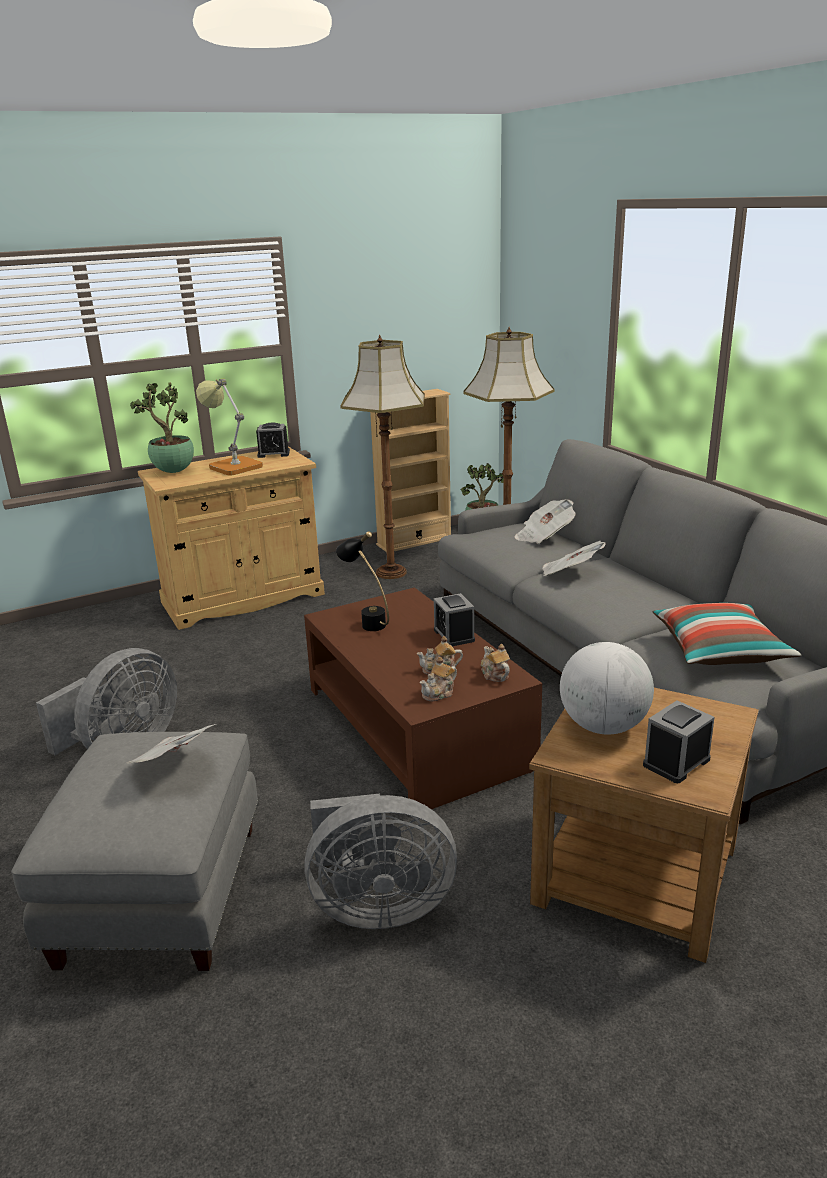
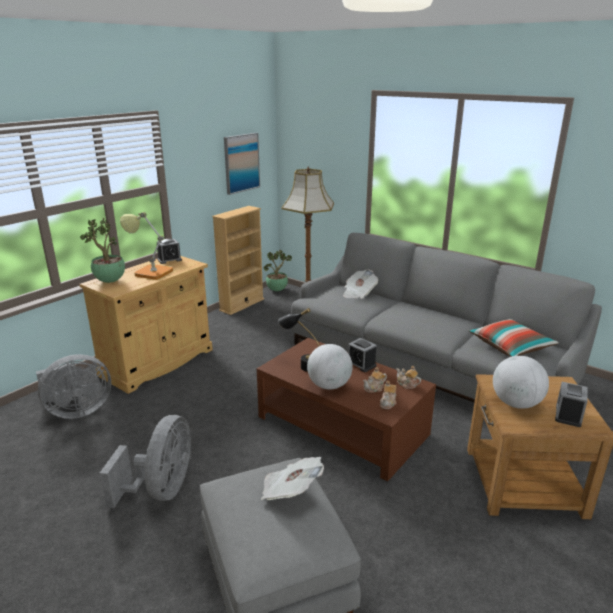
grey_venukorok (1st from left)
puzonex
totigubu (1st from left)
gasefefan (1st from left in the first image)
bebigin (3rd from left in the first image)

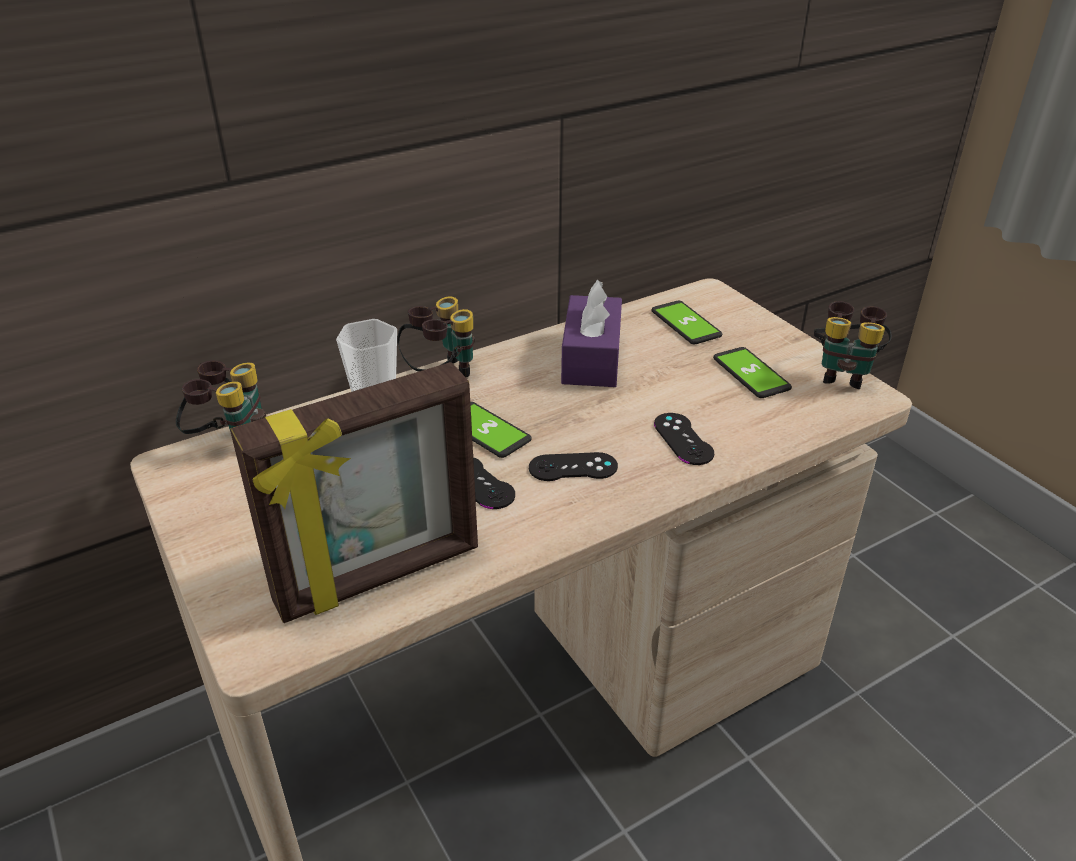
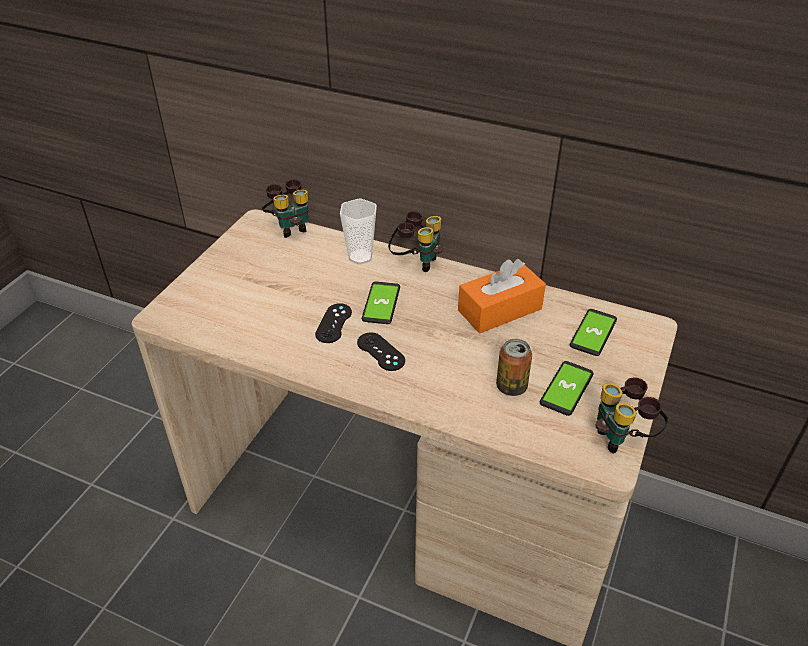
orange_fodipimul
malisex
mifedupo
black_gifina (3rd from left in the first image)

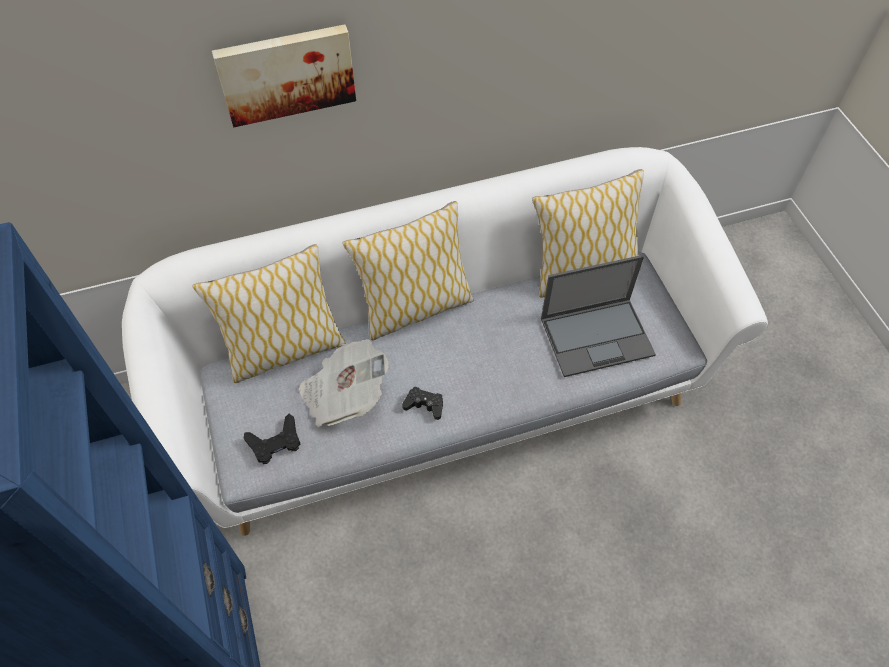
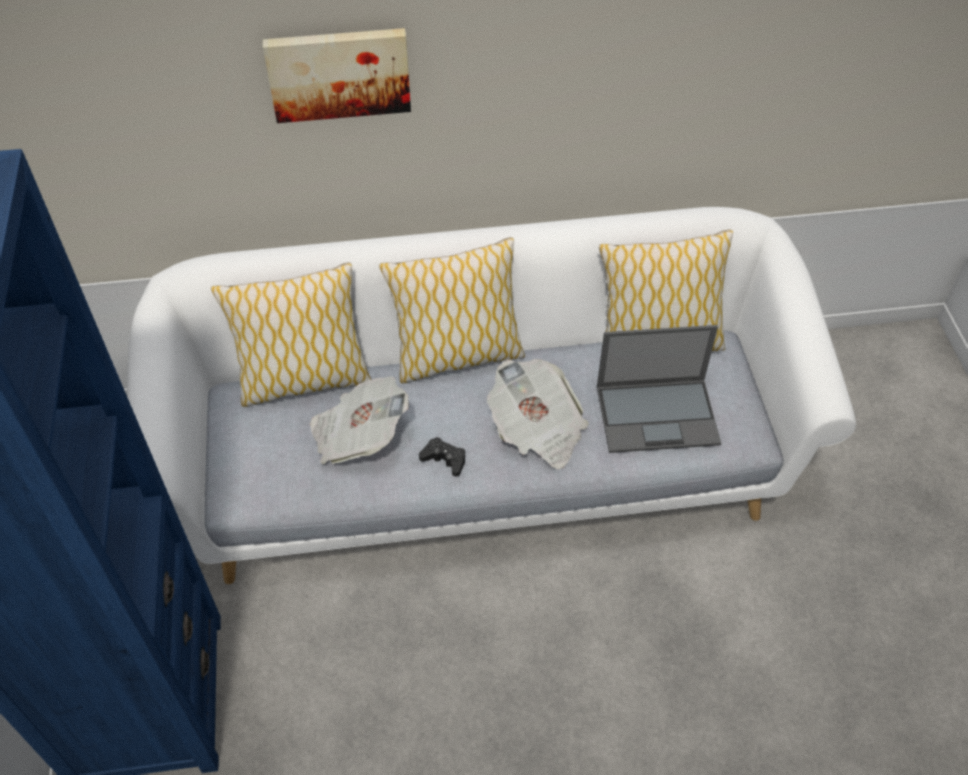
bebigin (2nd from left)
black_gifina (1st from left in the first image)

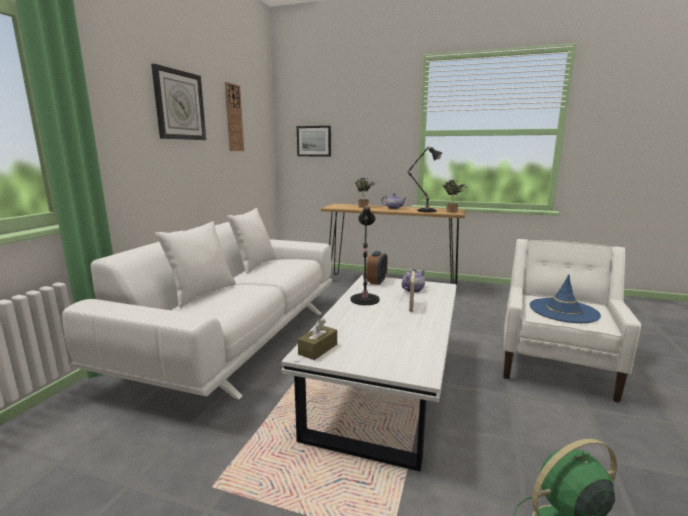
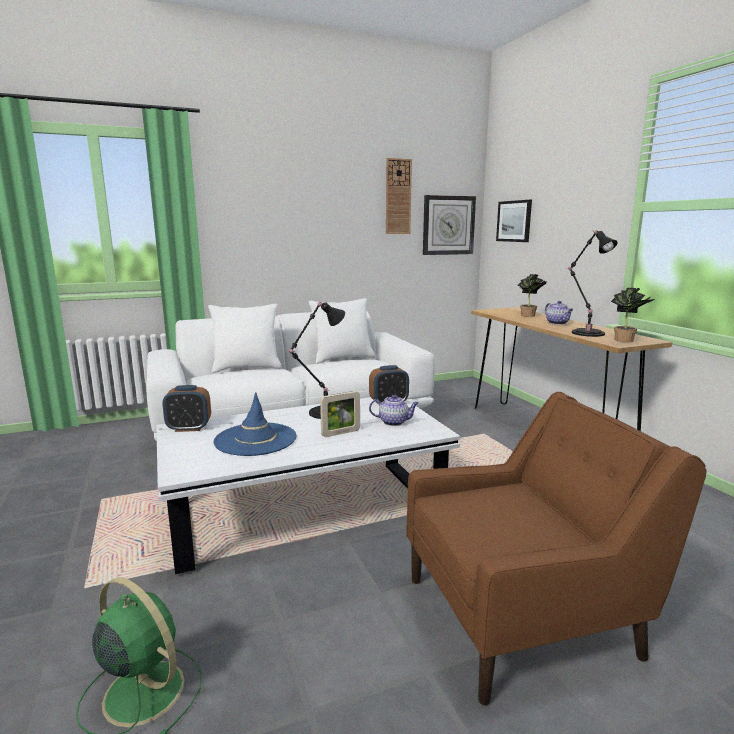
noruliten (1st from left)
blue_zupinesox
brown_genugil
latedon (2nd from left)

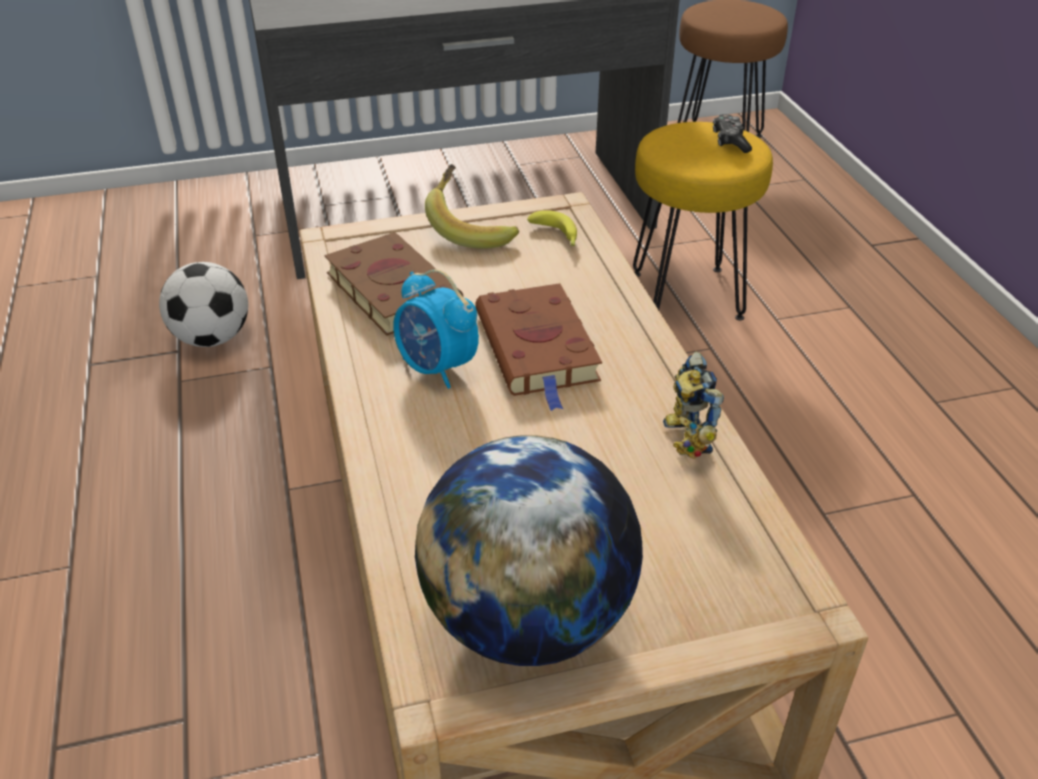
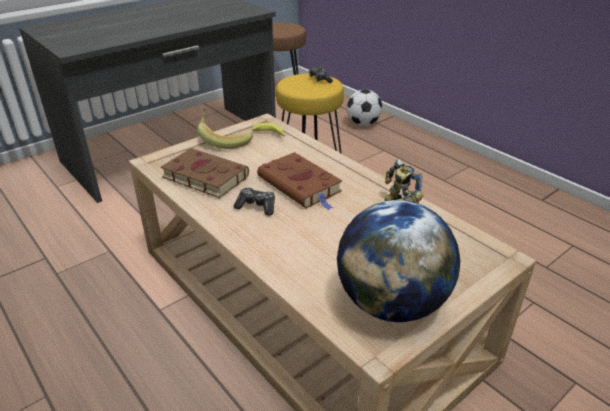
gifina (1st from left)
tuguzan

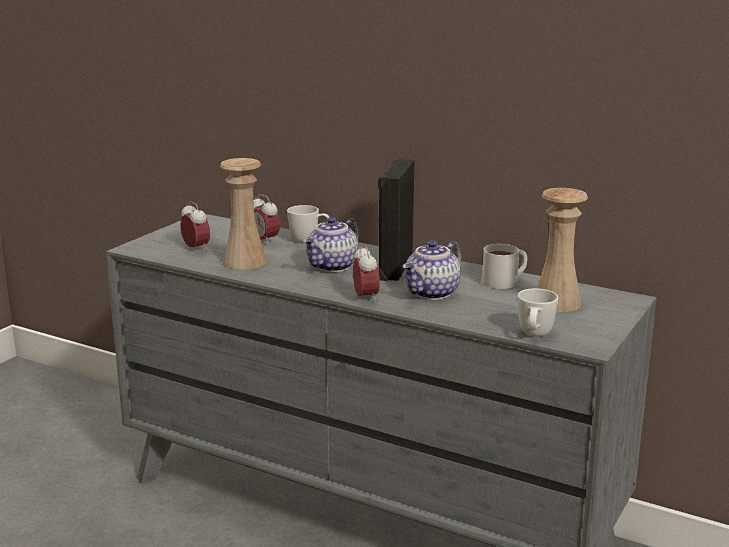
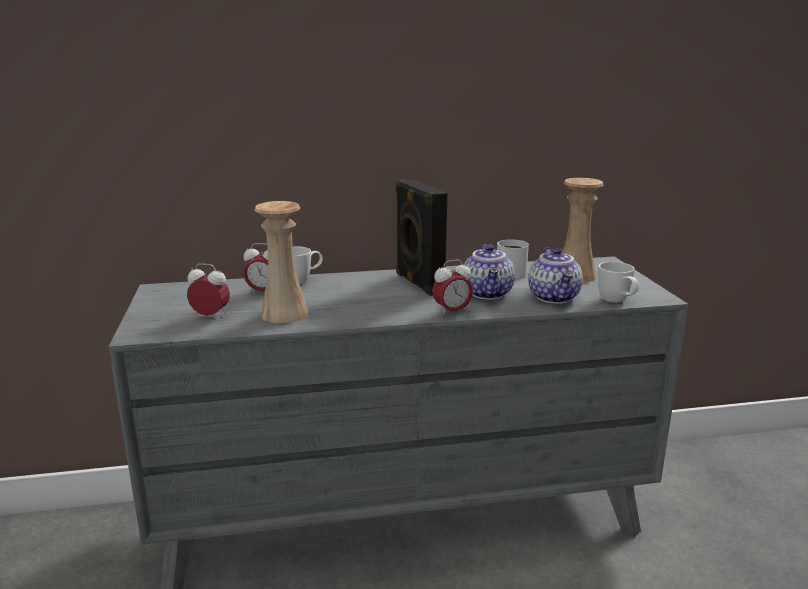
noruliten (3rd from left)
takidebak (2nd from left)

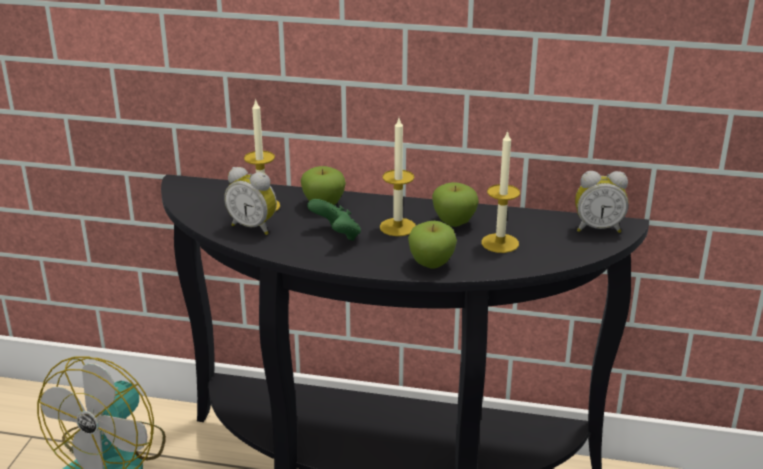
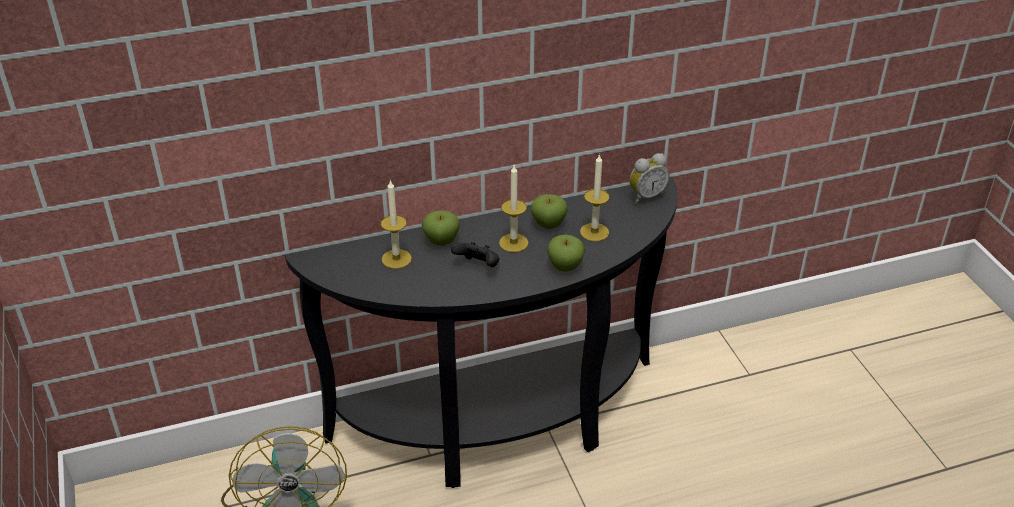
black_gifina
noruliten (1st from left in the first image)

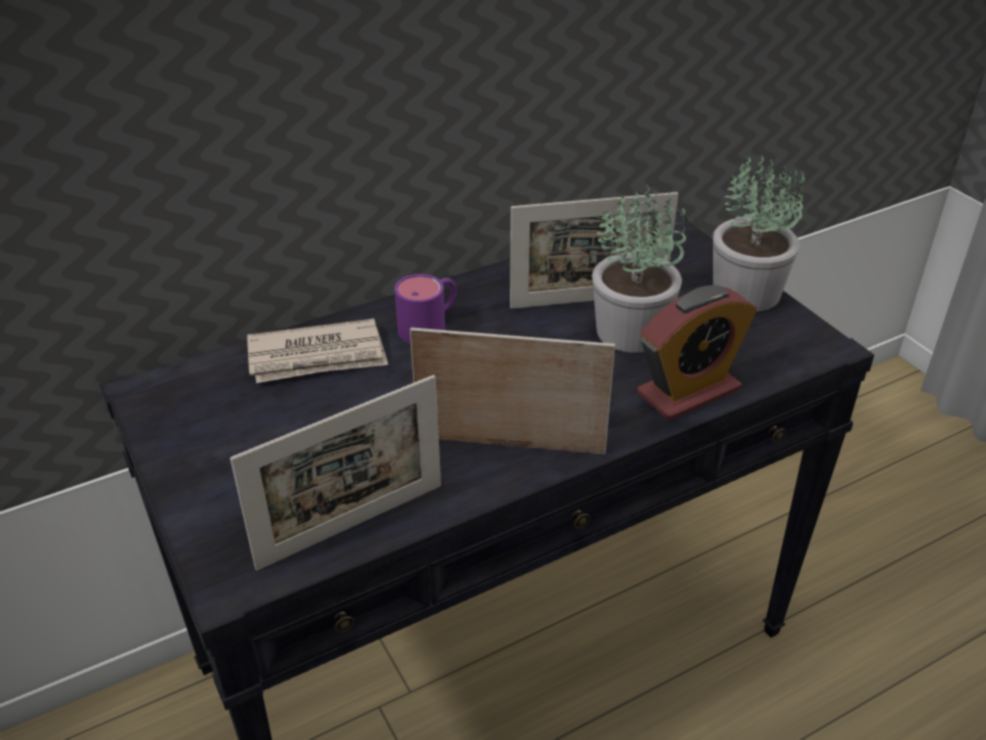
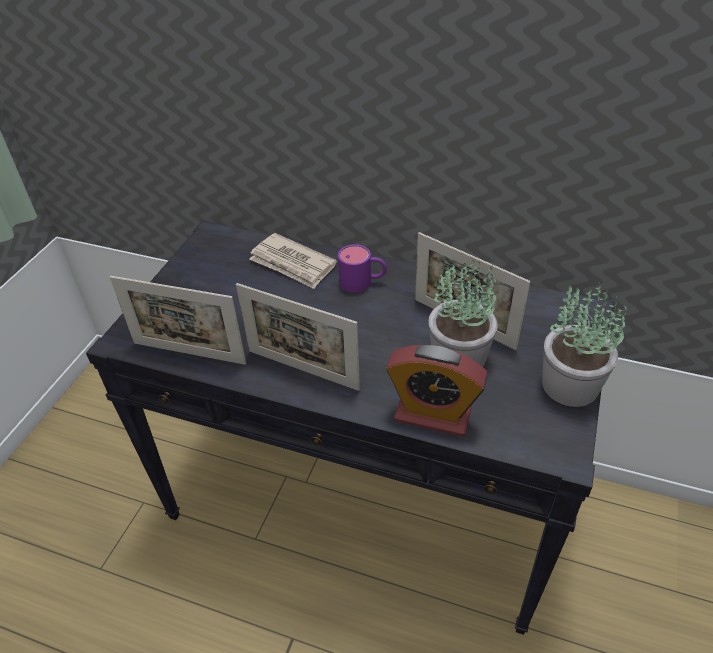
mifedupo (2nd from left)

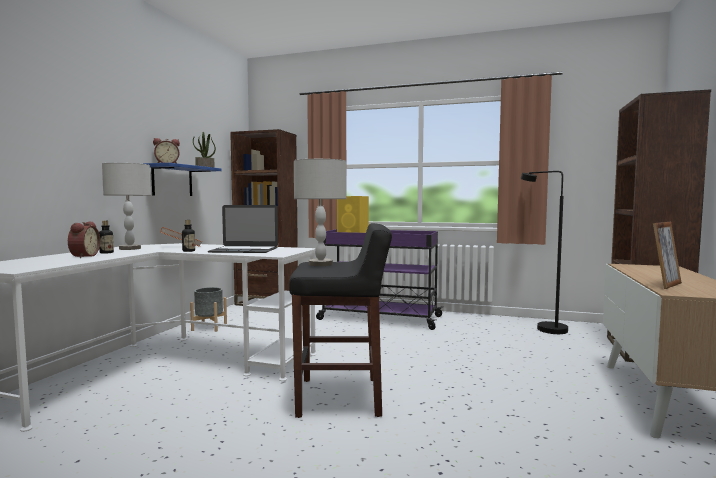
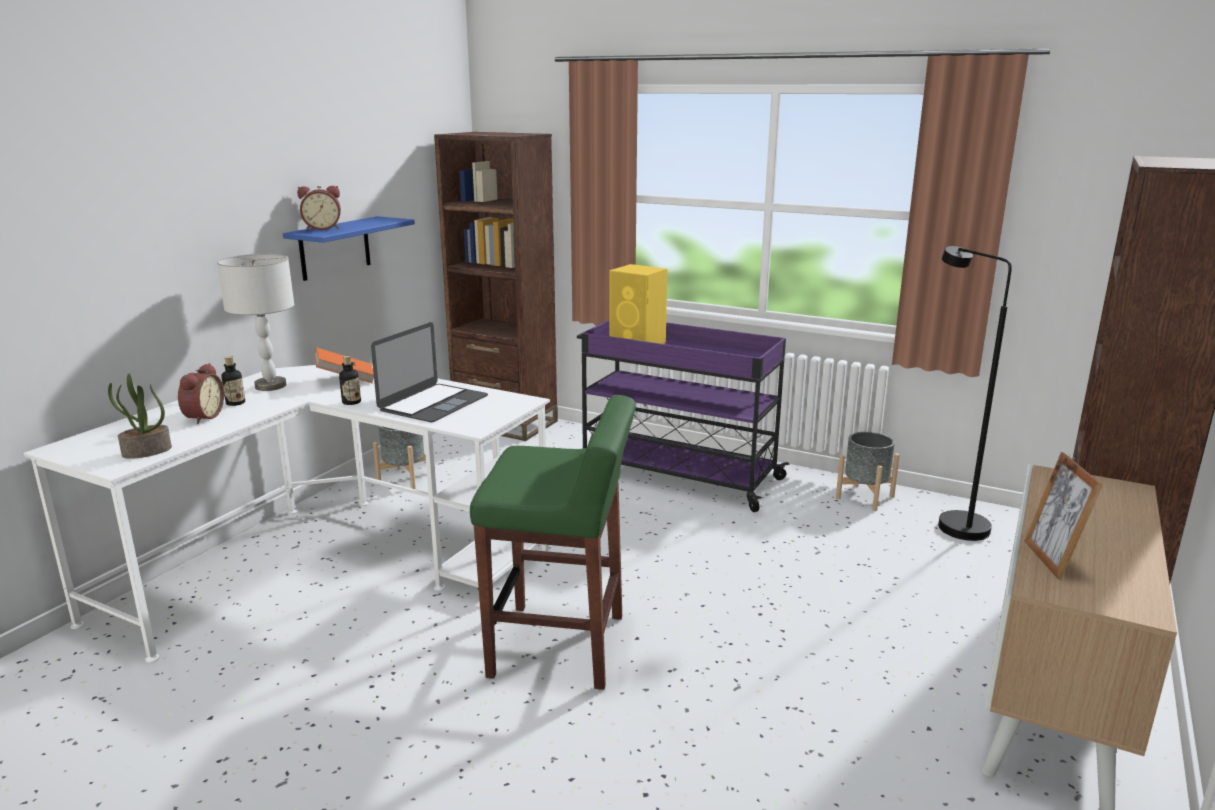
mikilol
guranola
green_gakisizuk
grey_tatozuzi (2nd from left)
mifedupo
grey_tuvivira (2nd from left in the first image)

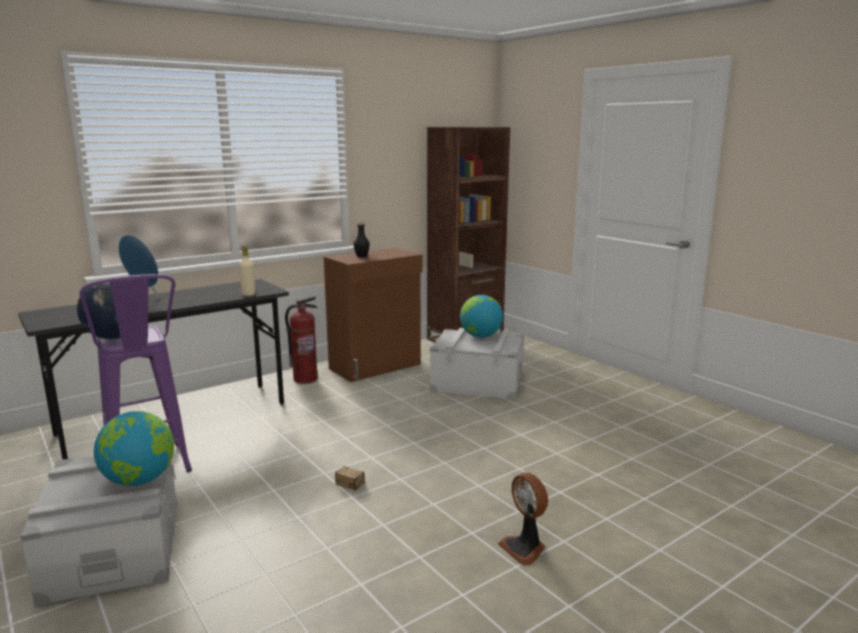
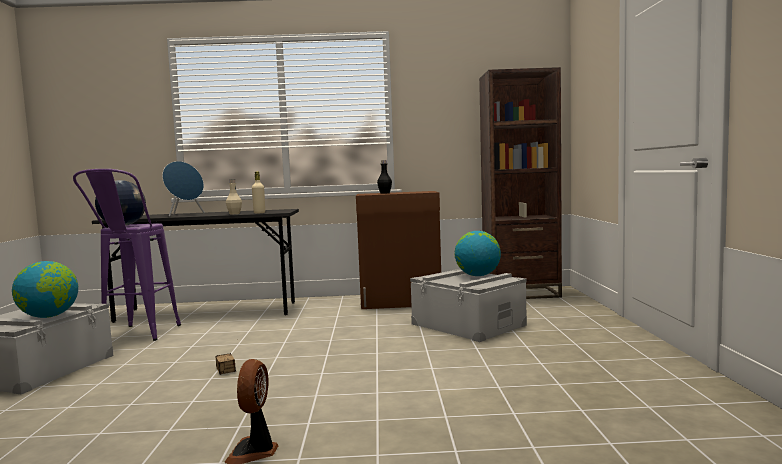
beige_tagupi (1st from left)
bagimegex

